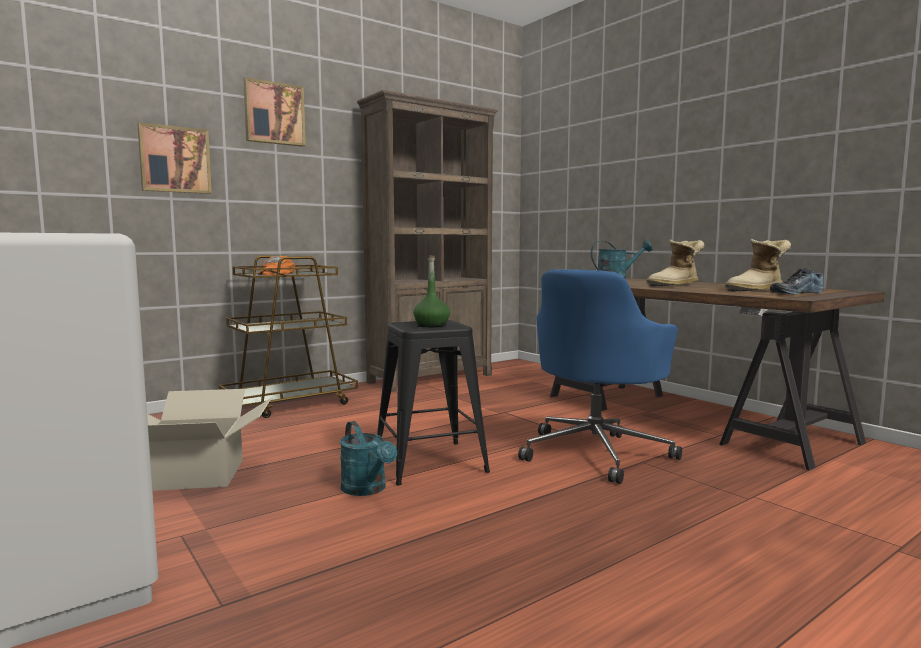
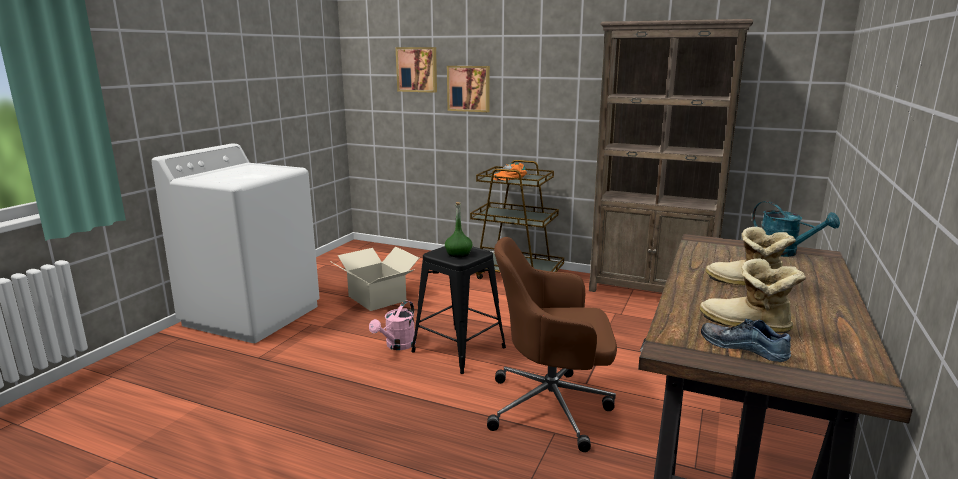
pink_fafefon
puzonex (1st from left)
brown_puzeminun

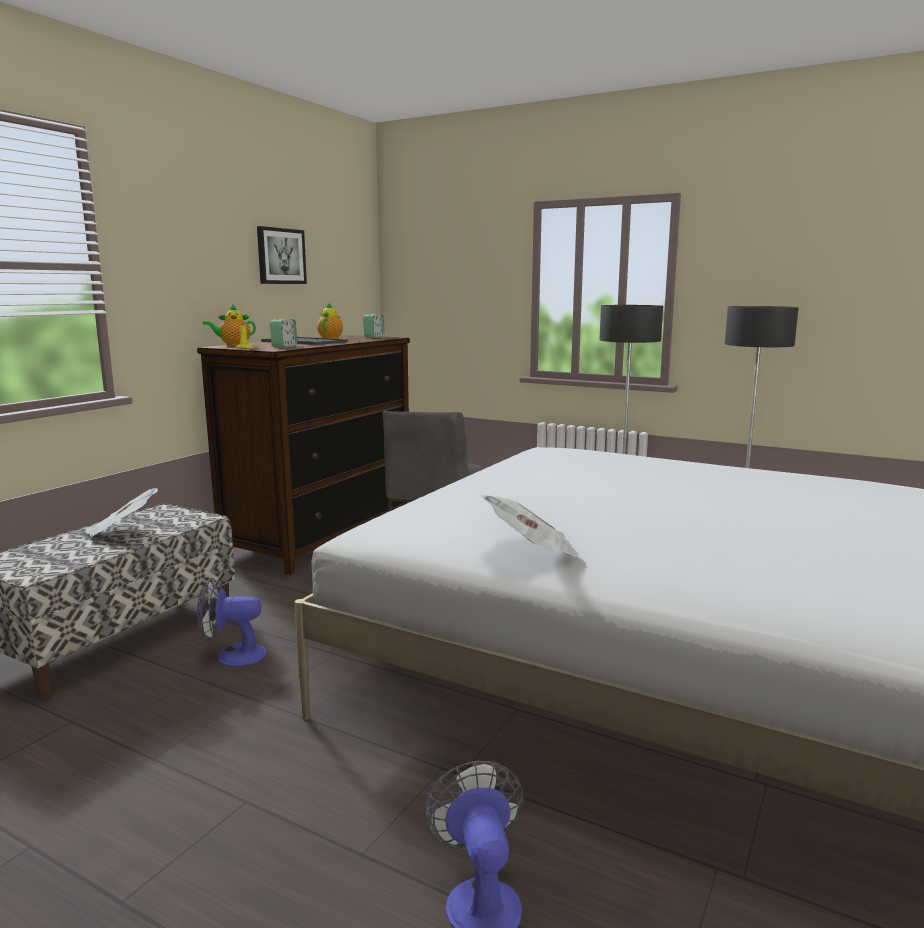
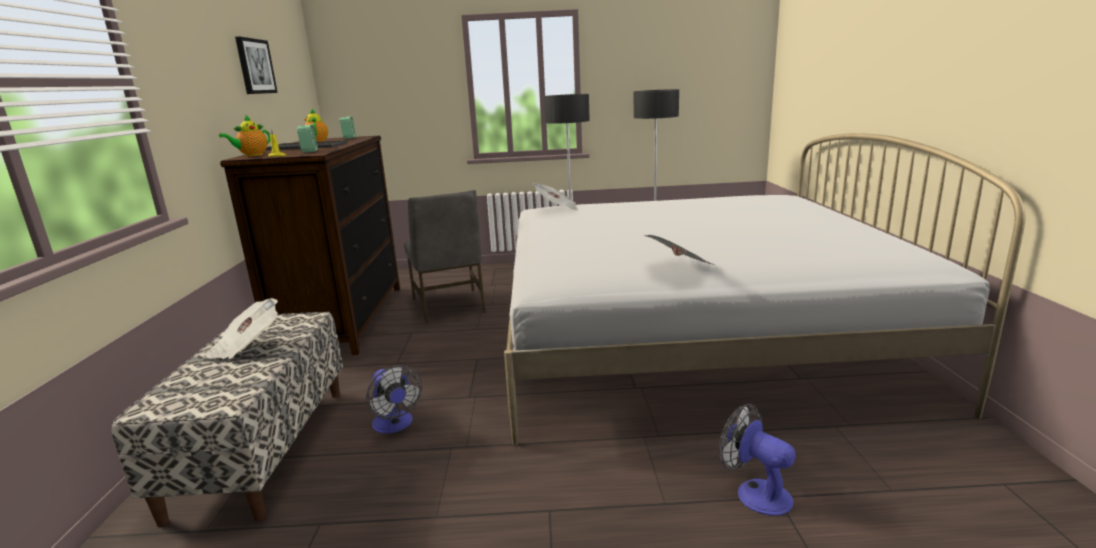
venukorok (1st from left)
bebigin (2nd from left)

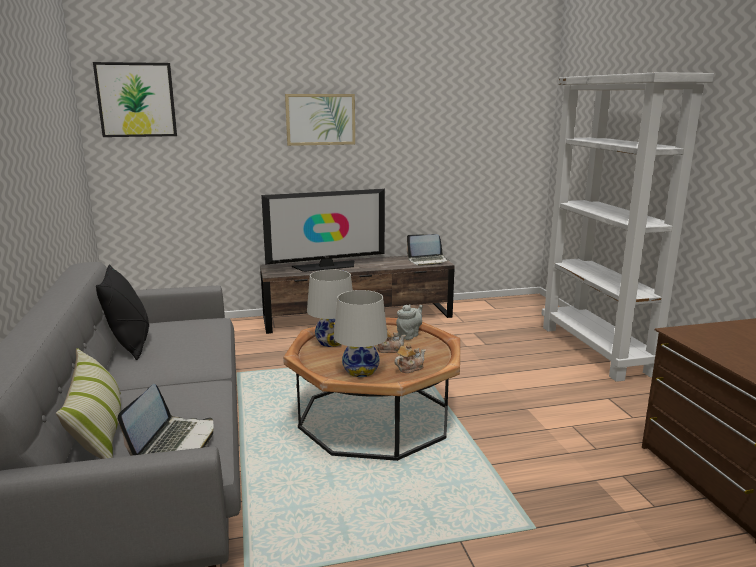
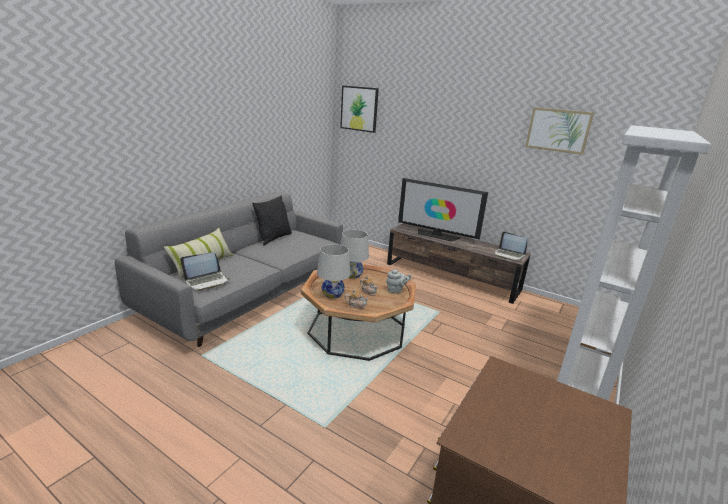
puzonex (2nd from left)

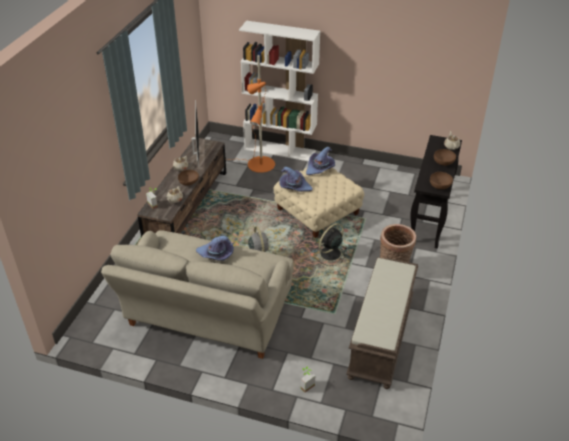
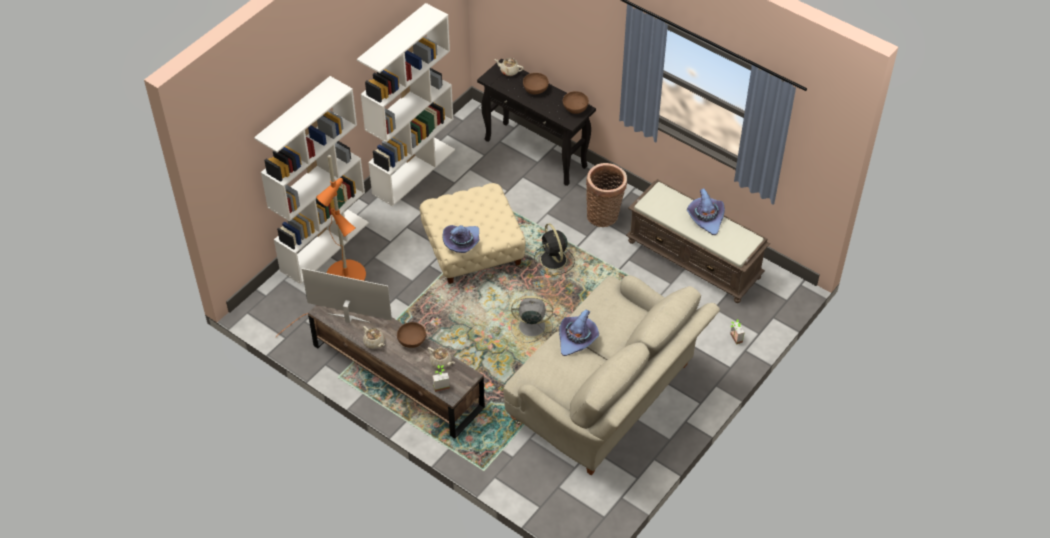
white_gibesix (2nd from left)
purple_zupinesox (3rd from left)

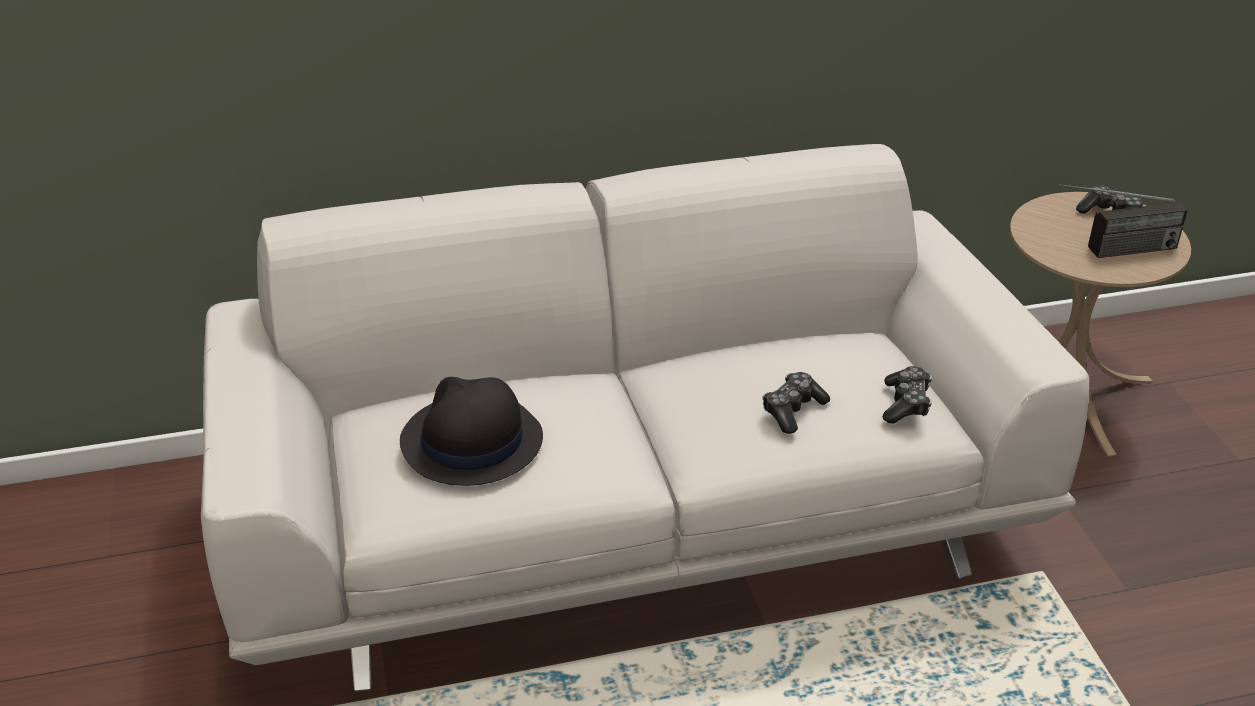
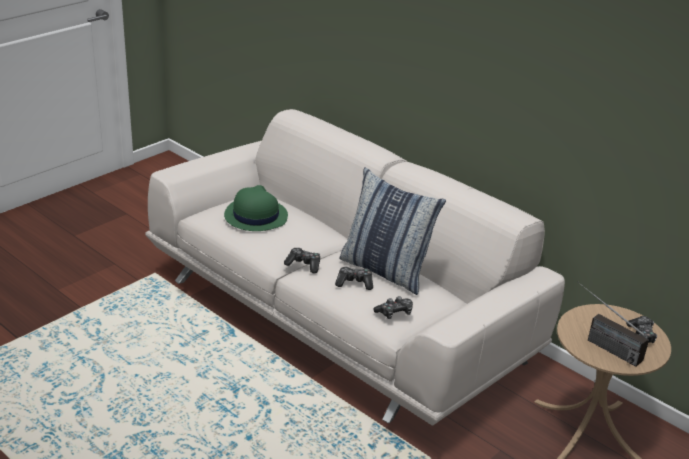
green_zupinesox
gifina (1st from left)
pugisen

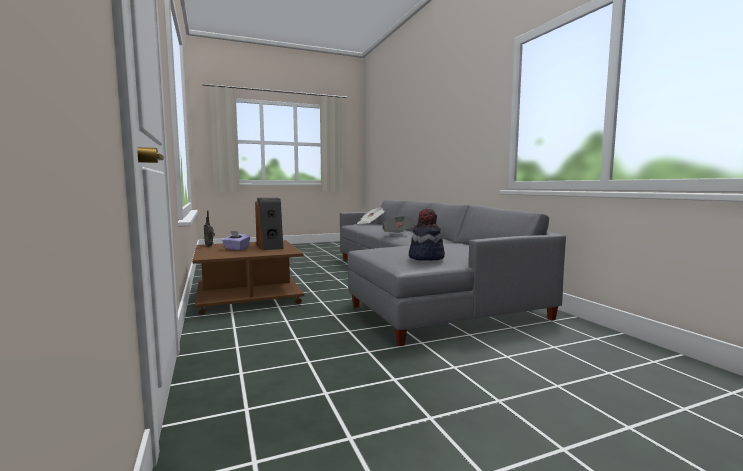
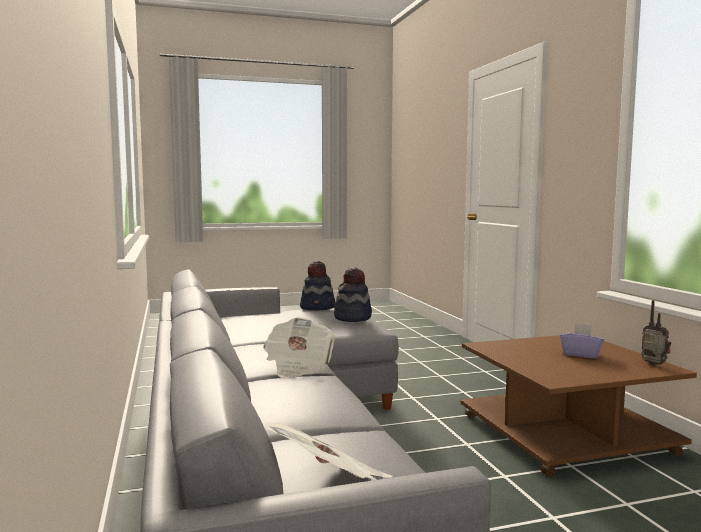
zupinesox (2nd from left)
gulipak

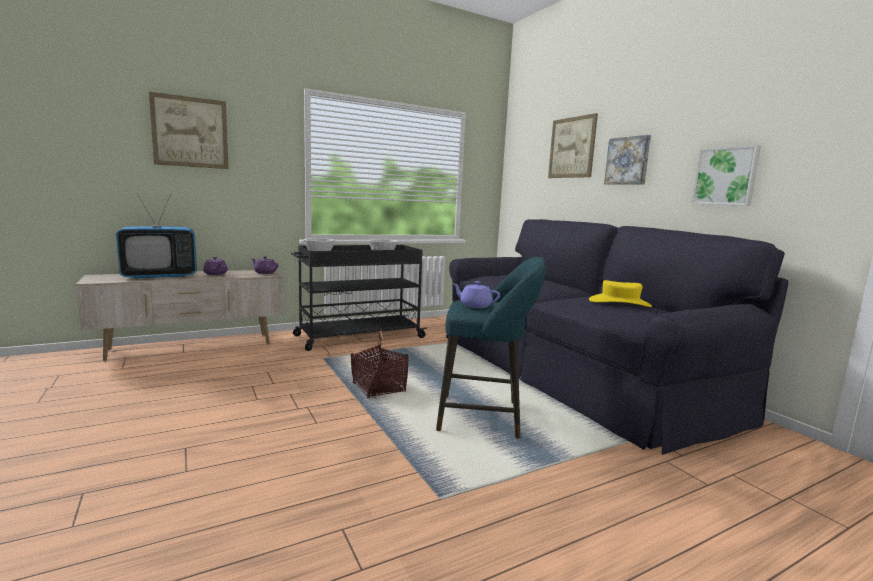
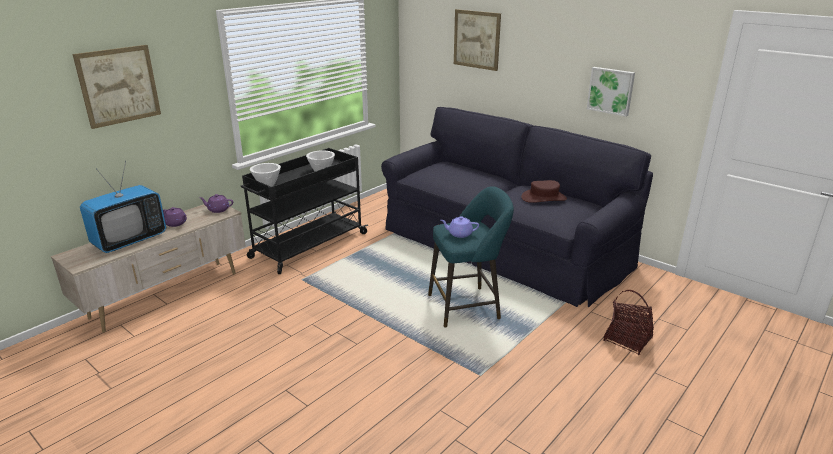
brown_zupinesox
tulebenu
puzonex (3rd from left in the first image)

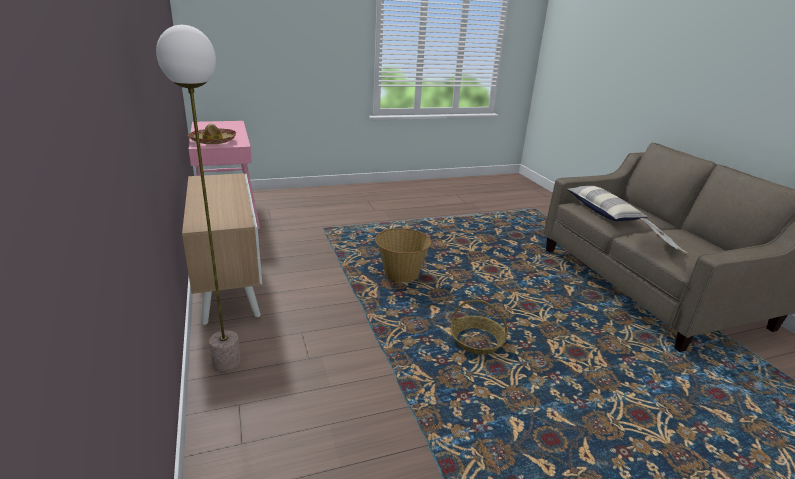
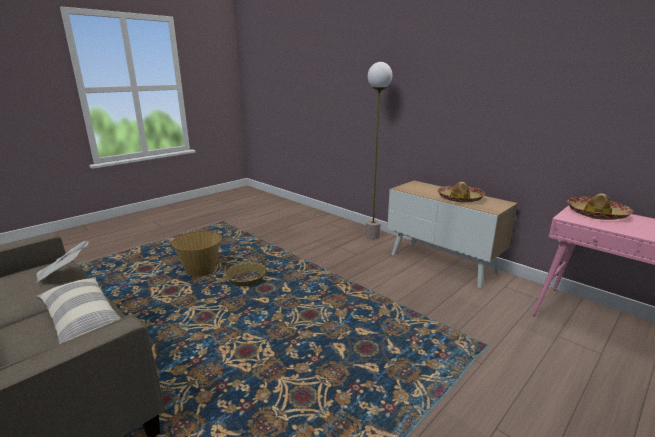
tulebenu (1st from left)
zupinesox (1st from left)

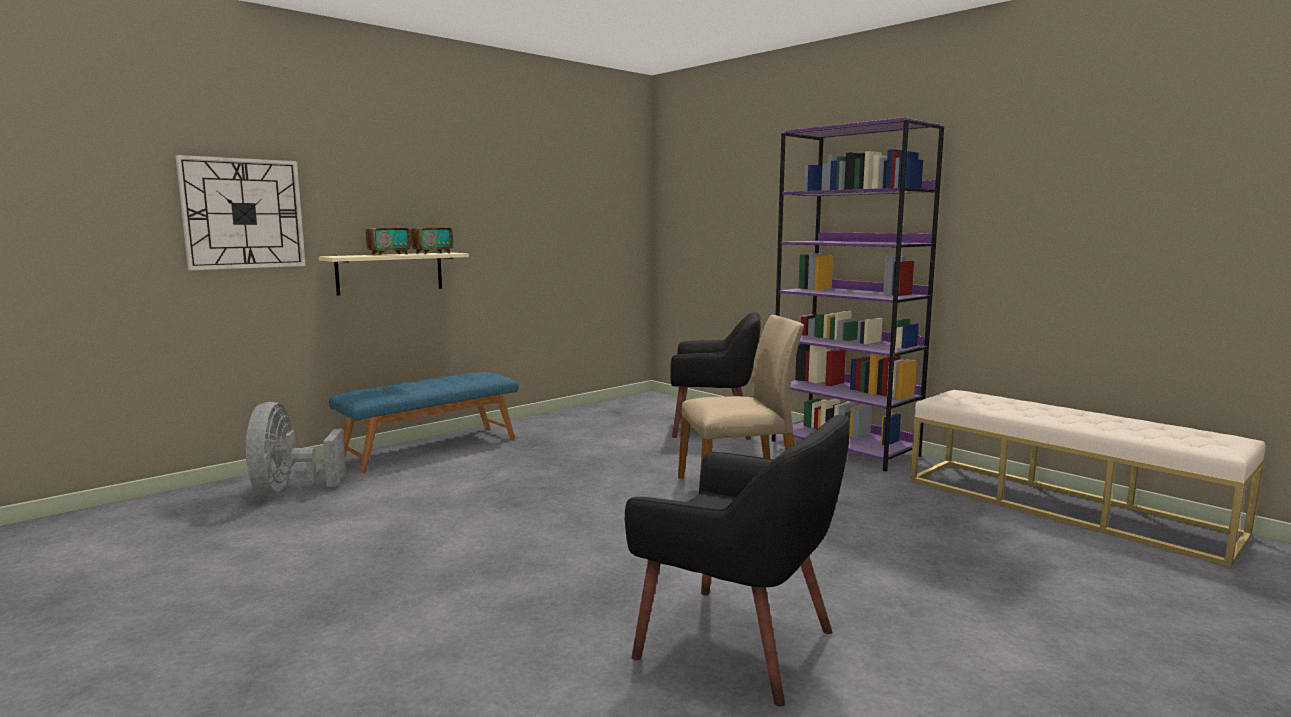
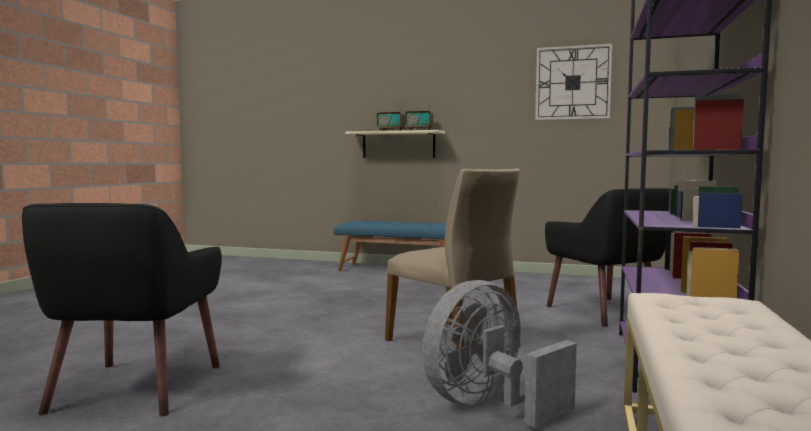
grey_venukorok
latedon

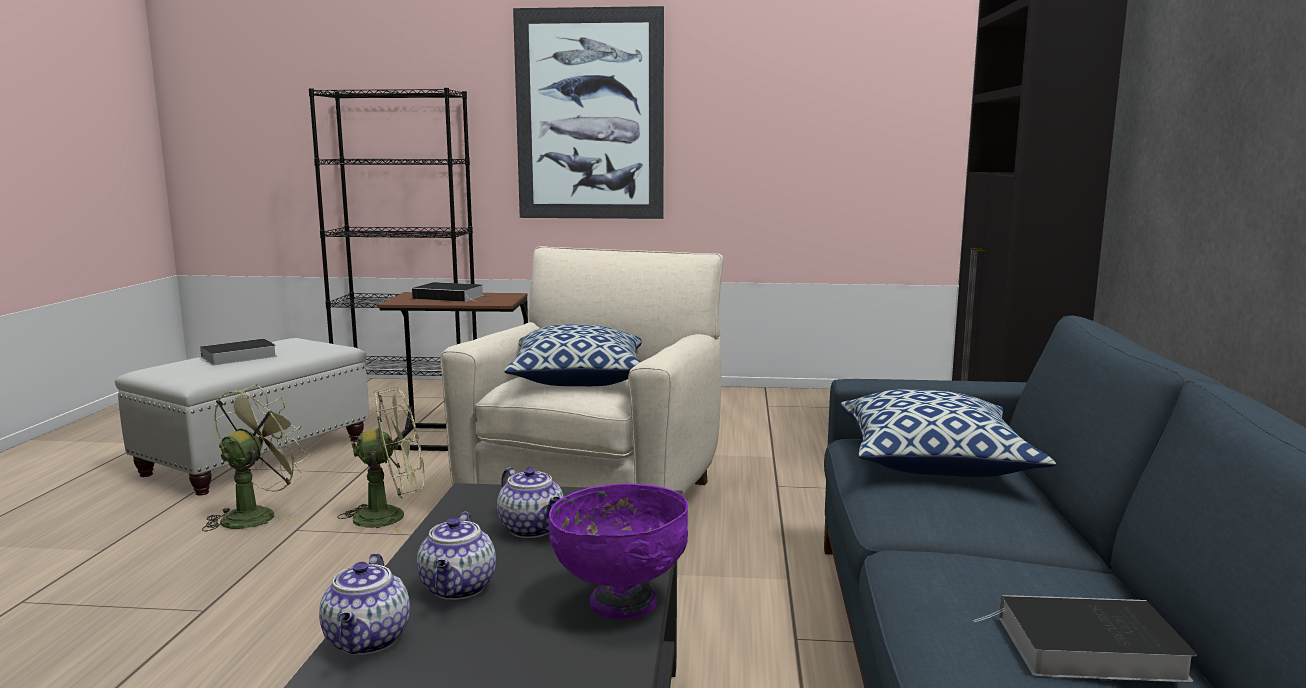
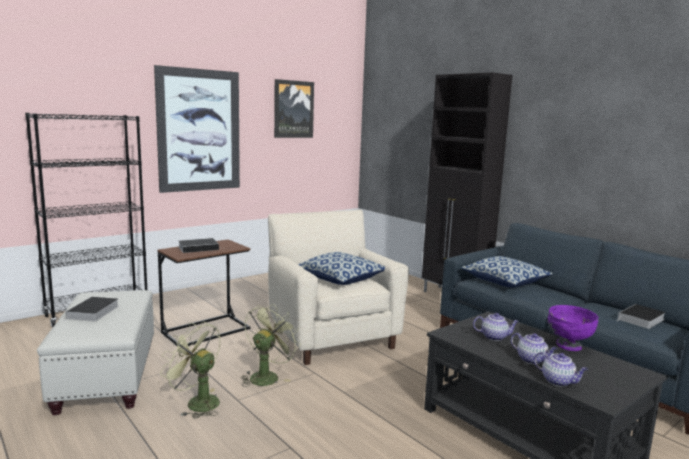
green_venukorok (1st from left)
puzonex (2nd from left)

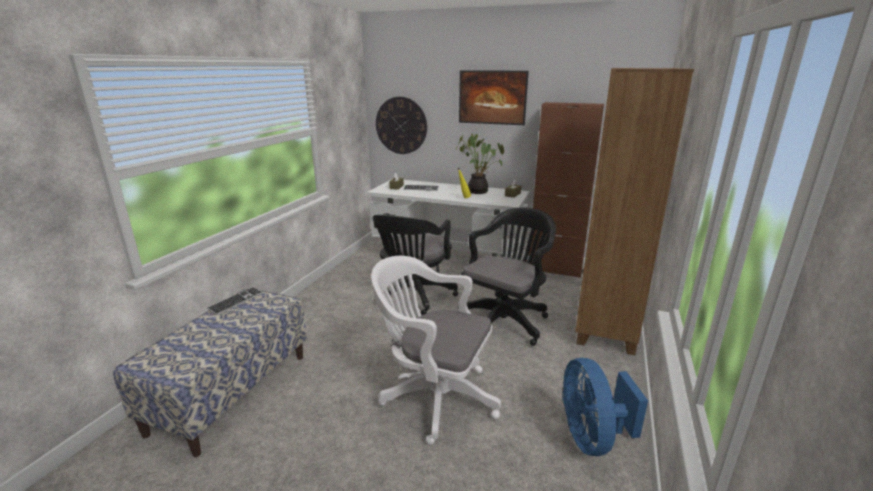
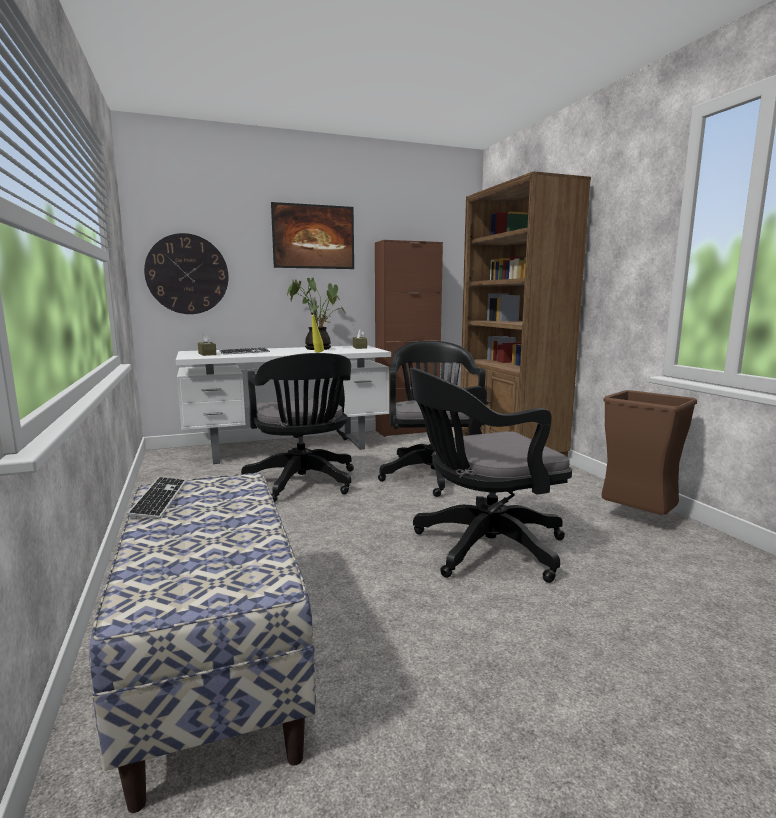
black_puzeminun (3rd from left)
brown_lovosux

